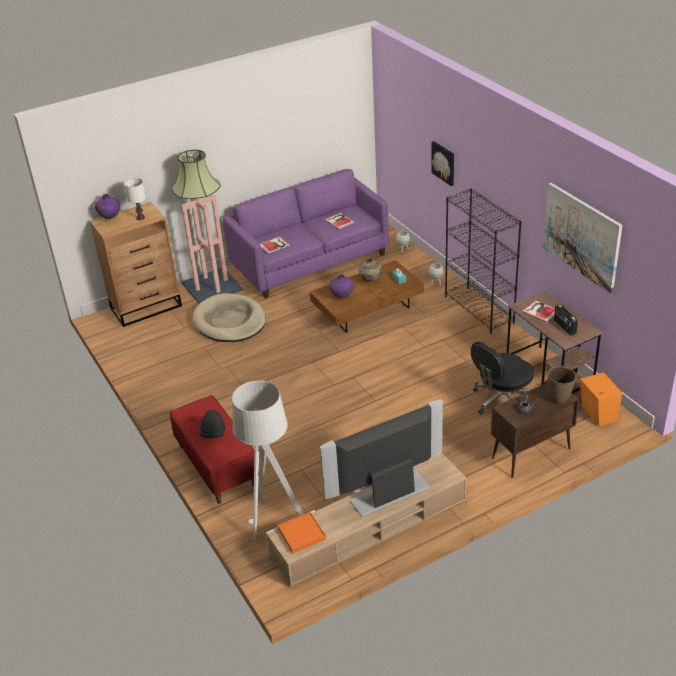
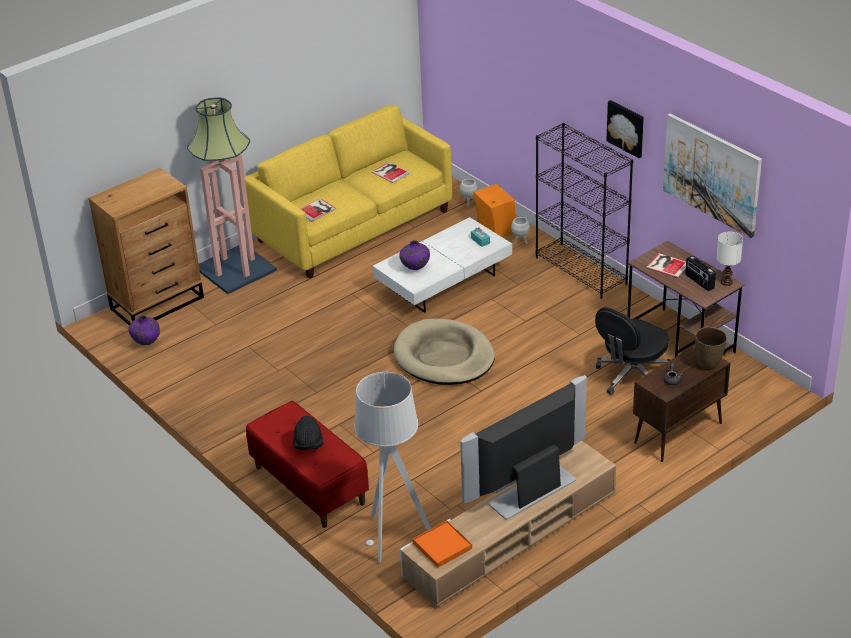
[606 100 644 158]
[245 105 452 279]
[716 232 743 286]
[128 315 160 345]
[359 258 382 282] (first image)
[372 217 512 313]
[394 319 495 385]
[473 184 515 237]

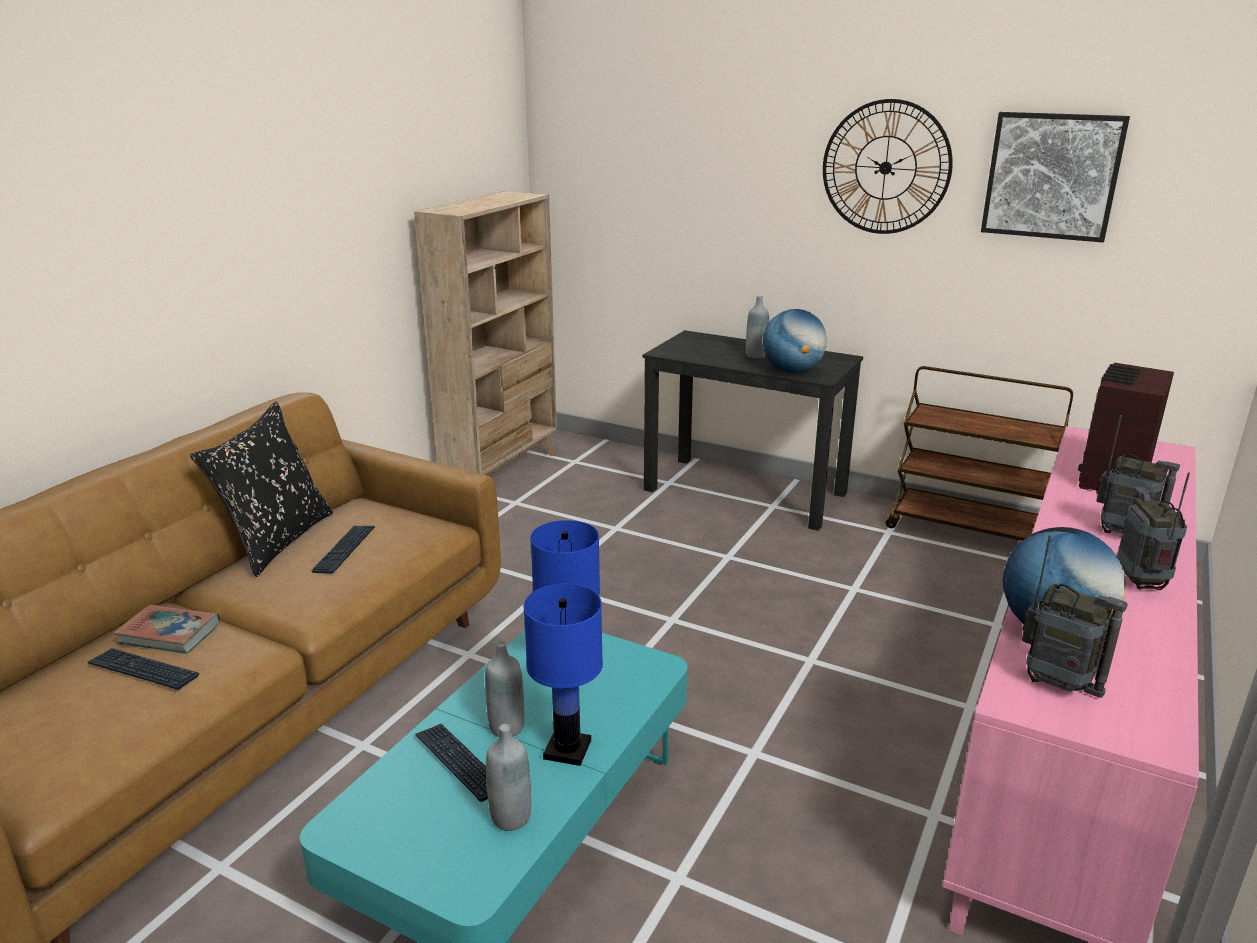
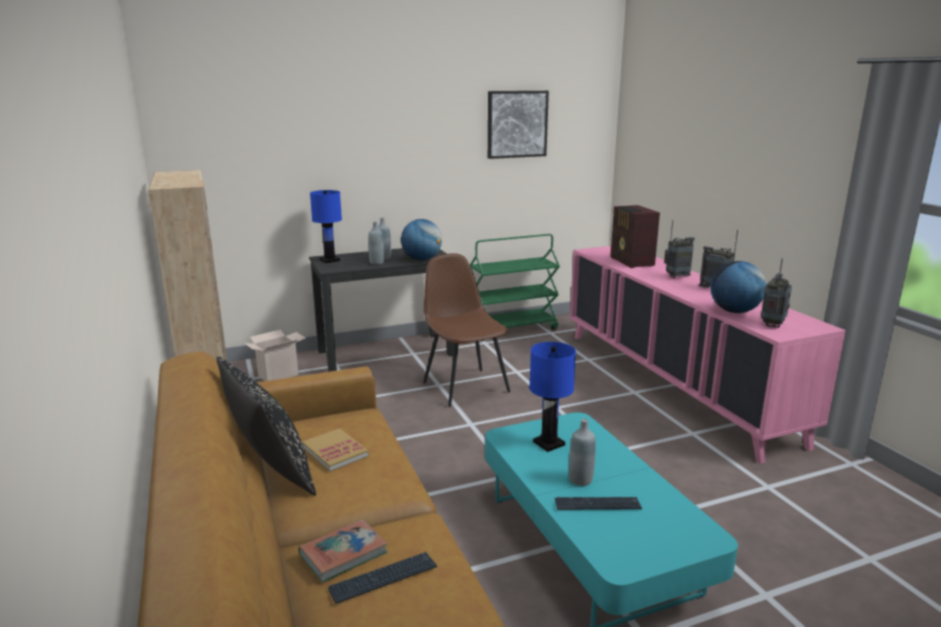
[823 99 953 234] (first image)
[470 234 560 341]
[302 428 369 472]
[761 258 792 328]
[310 190 342 263]
[368 222 384 265]
[423 253 511 407]
[243 330 306 381]

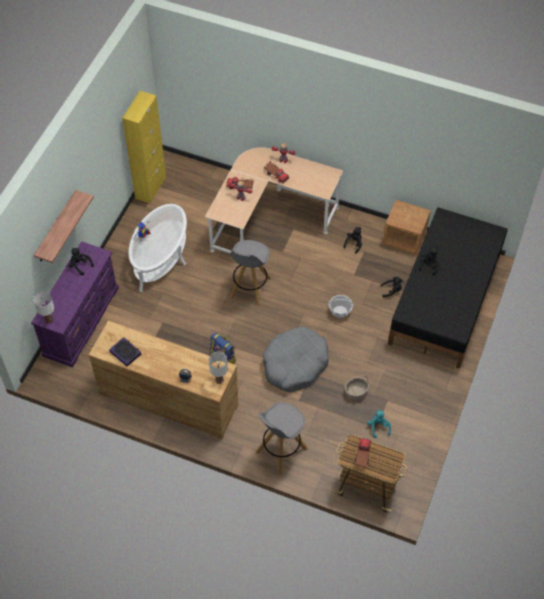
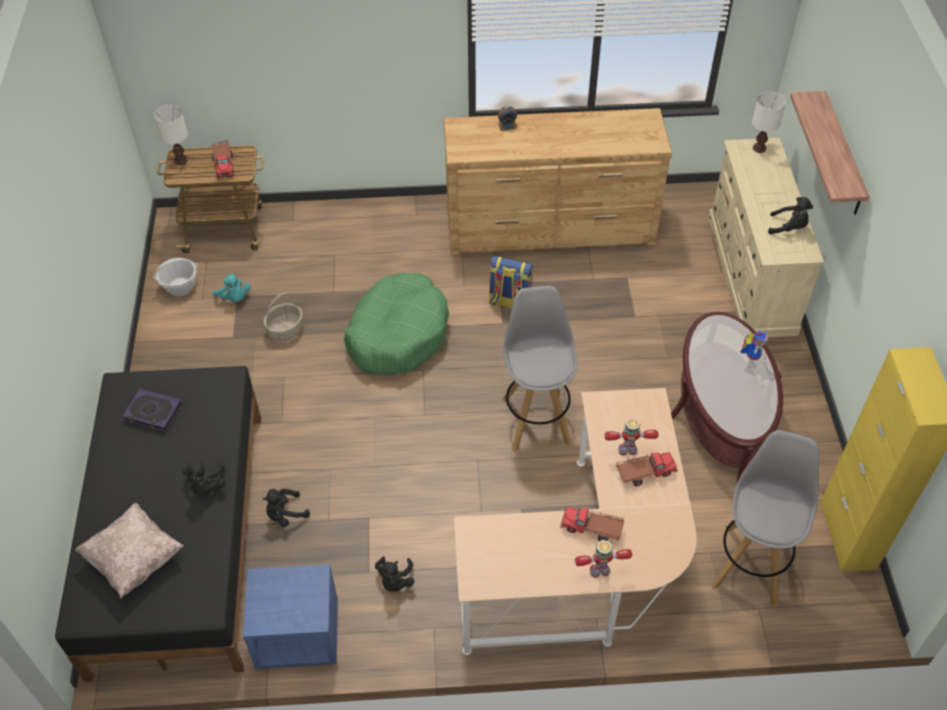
[243 564 338 669]
[671 312 783 482]
[708 138 824 337]
[153 258 198 297]
[344 272 449 374]
[122 389 182 432]
[154 105 188 165]
[711 430 819 608]
[75 503 184 599]

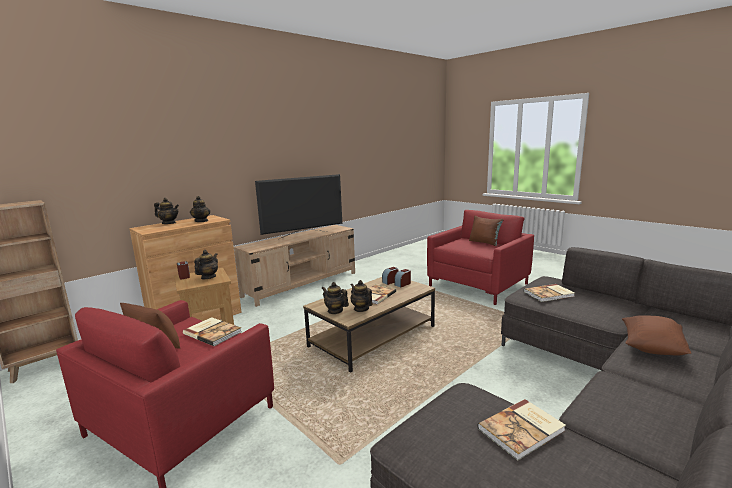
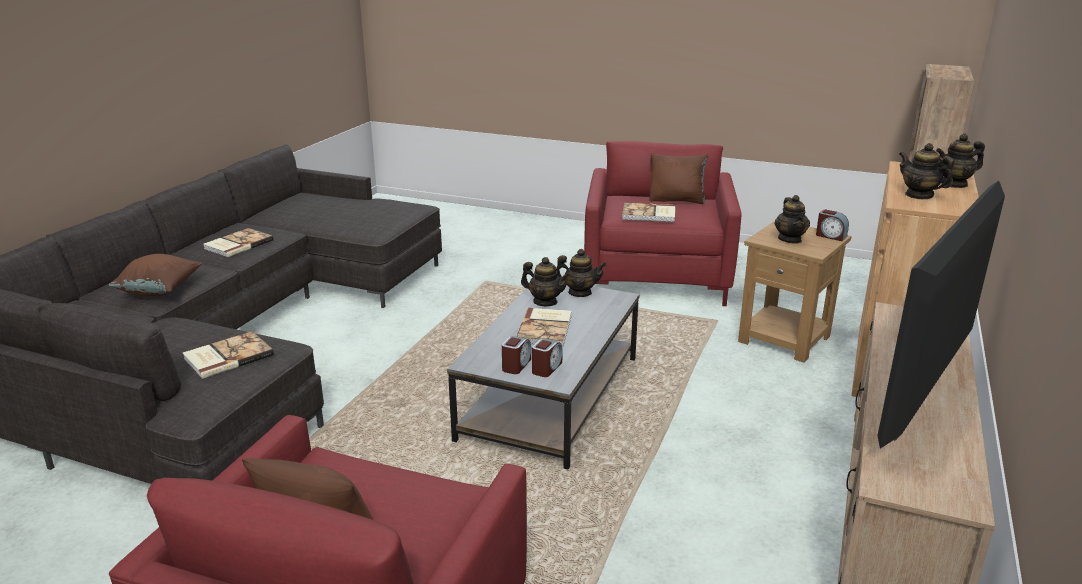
[447 286 640 470]
[203 228 273 258]

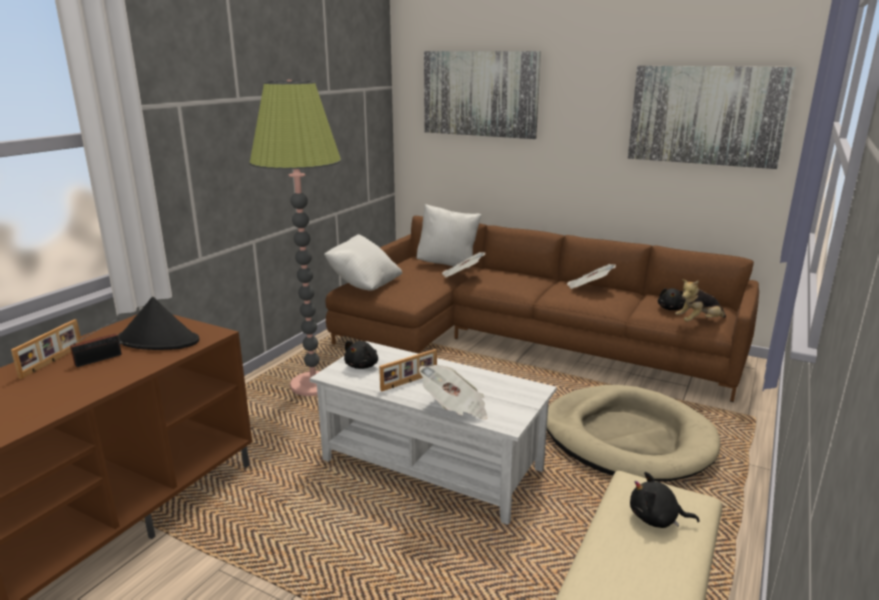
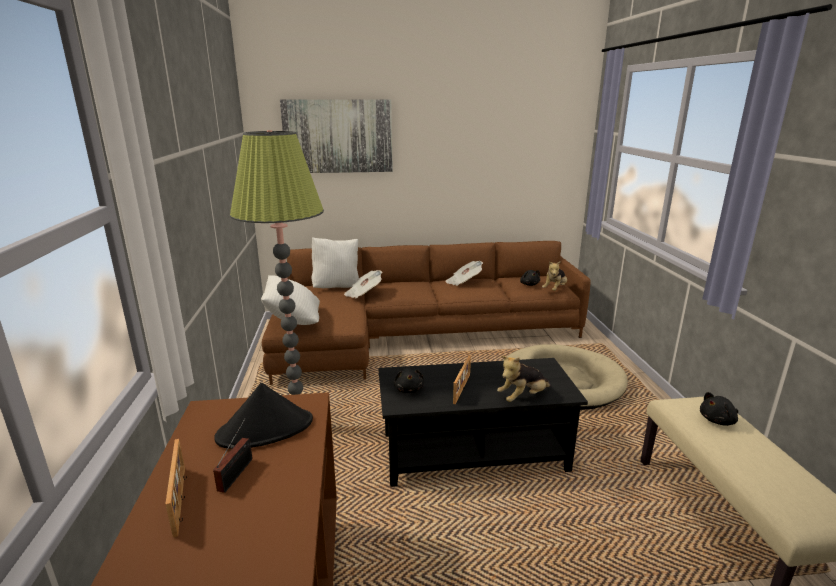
[628 66 796 169] (first image)
[378 358 588 487]
[497 356 551 402]

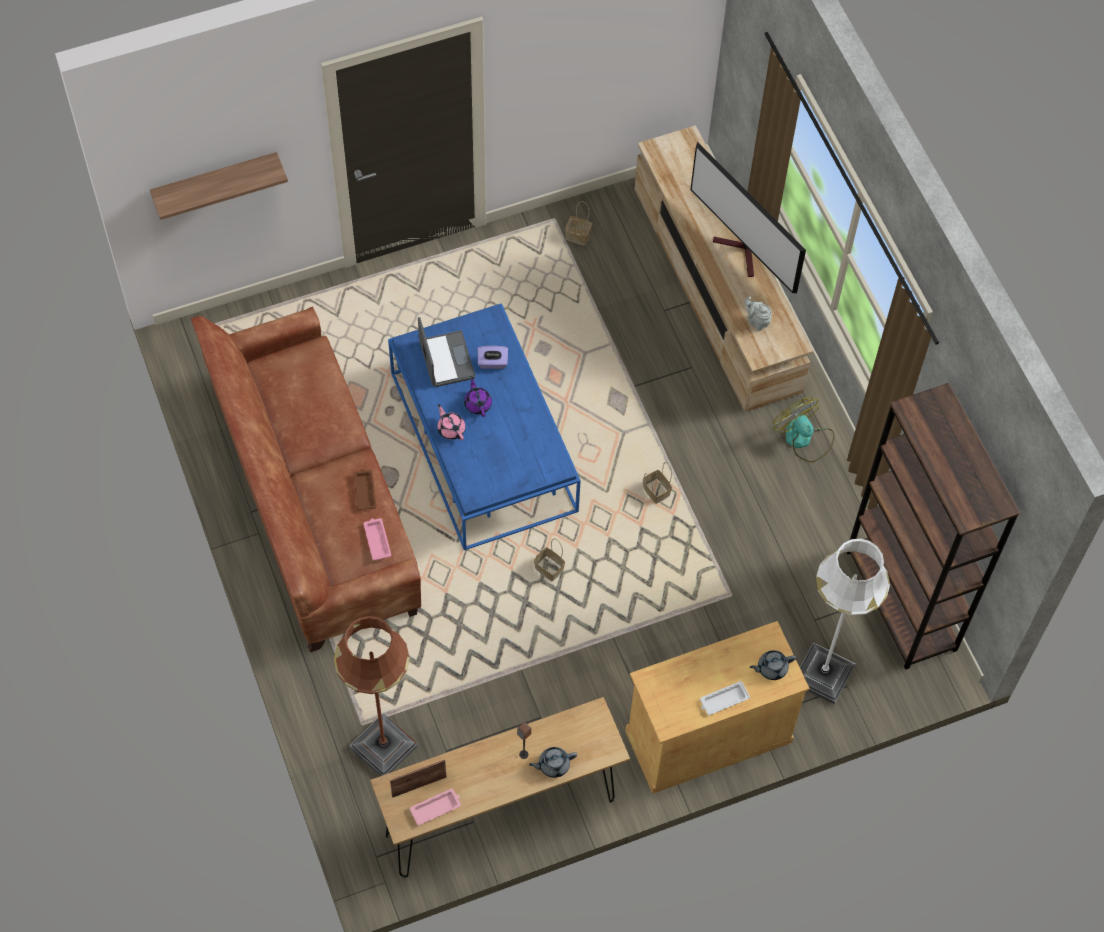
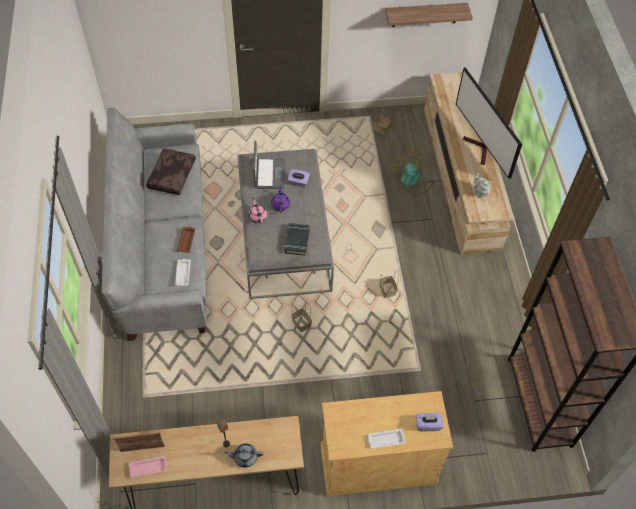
[385 3 473 27]
[237 149 334 299]
[102 108 207 341]
[393 151 433 196]
[175 259 191 286]
[800 539 890 705] (first image)
[334 616 418 776] (first image)
[416 413 444 431]
[146 148 196 195]
[284 223 310 256]

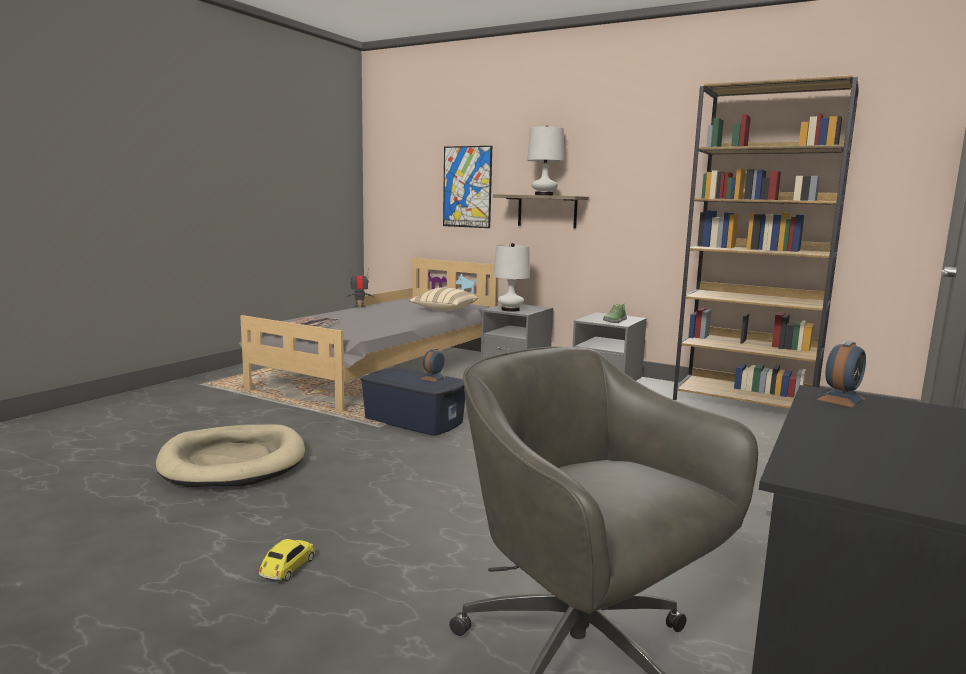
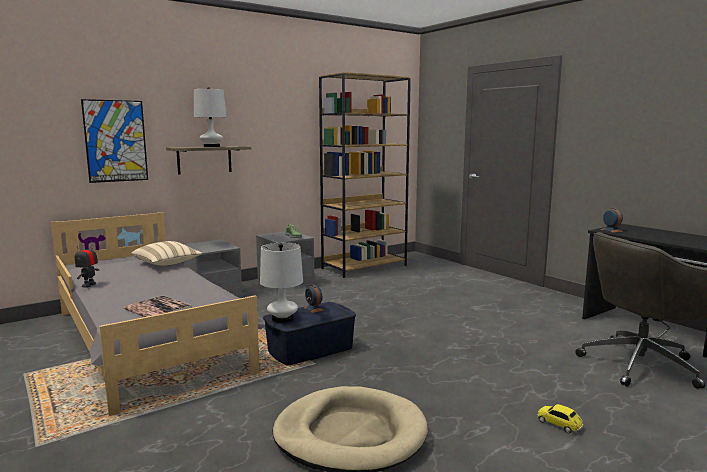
[260 243 303 323]

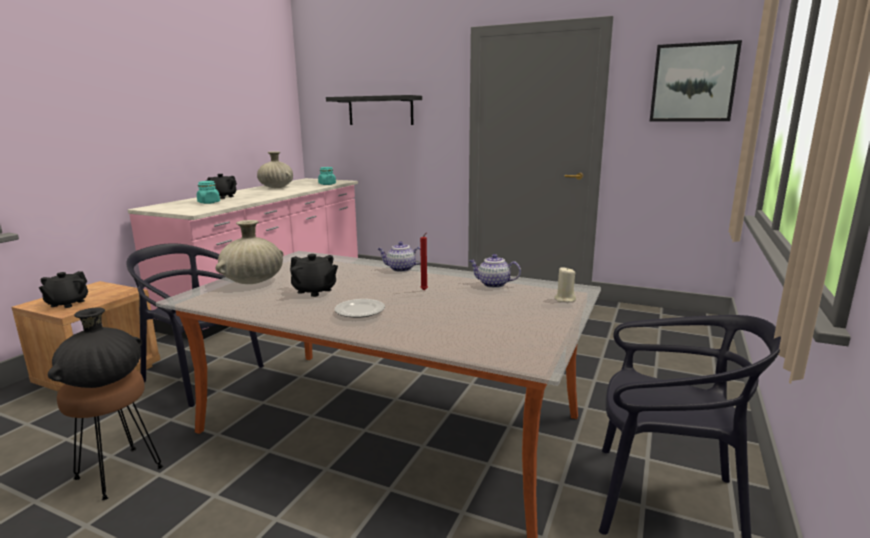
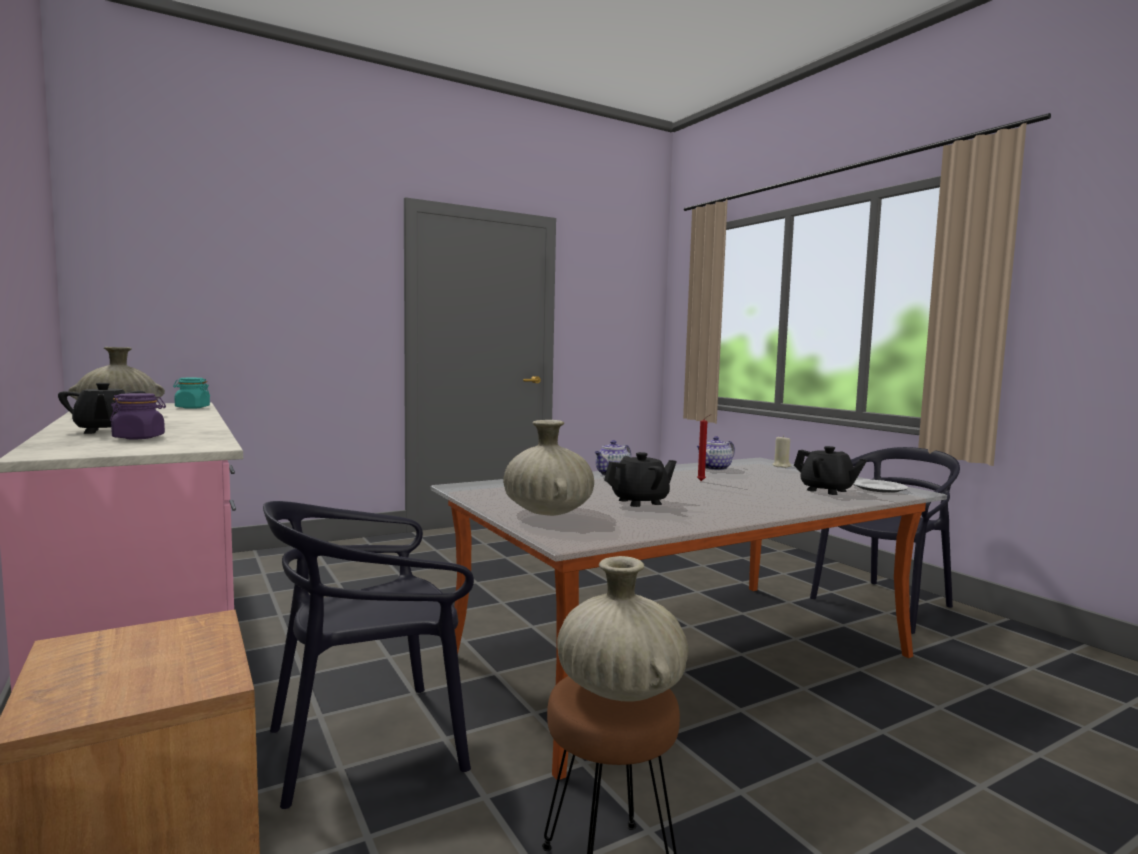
[650 40 742 122] (first image)
[326 95 422 125] (first image)
[110 393 166 439]
[794 446 867 495]
[853 480 908 493]
[557 556 689 702]

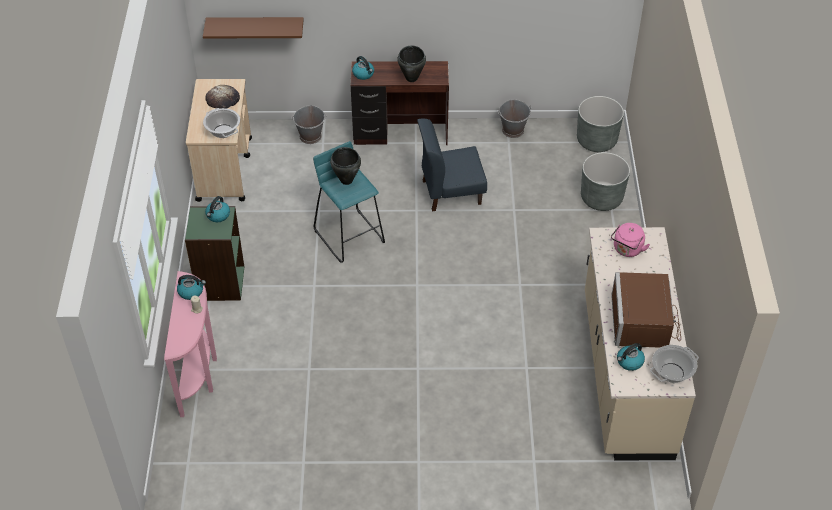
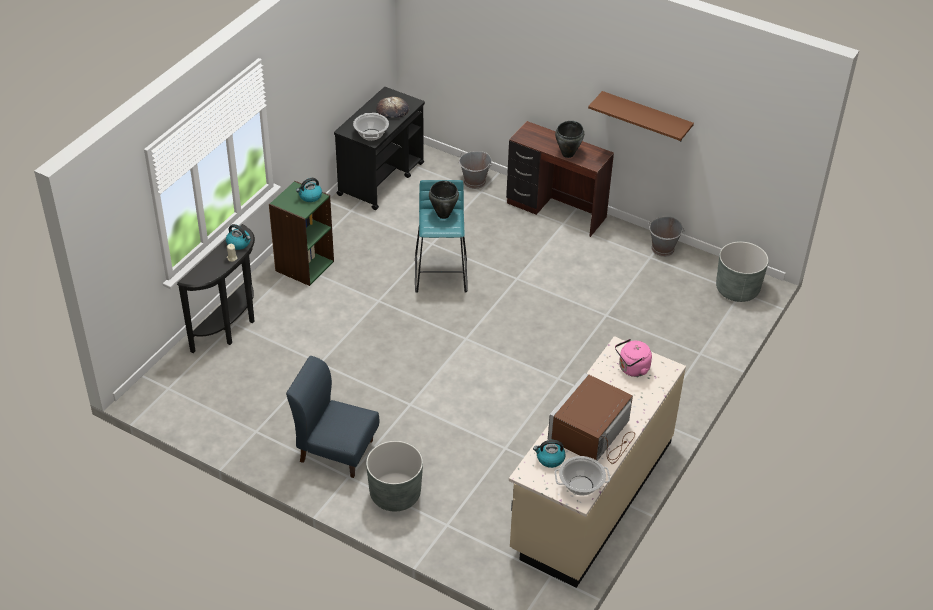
[588 91 694 141]
[352 56 374 80] (first image)
[334 87 425 210]
[286 356 379 478]
[366 441 423 512]
[177 224 255 353]

